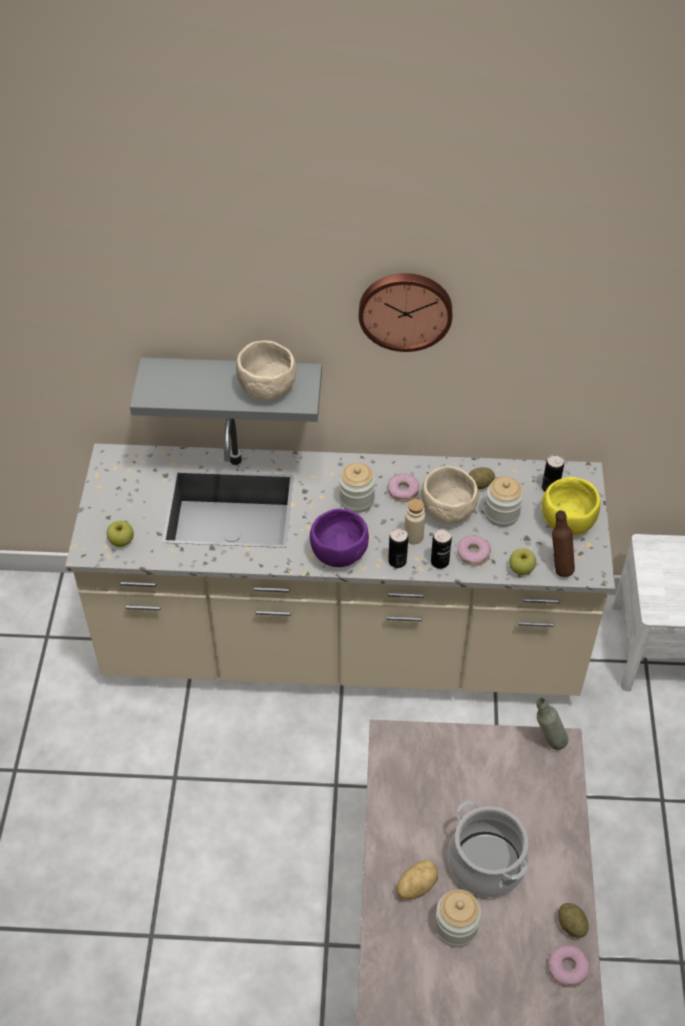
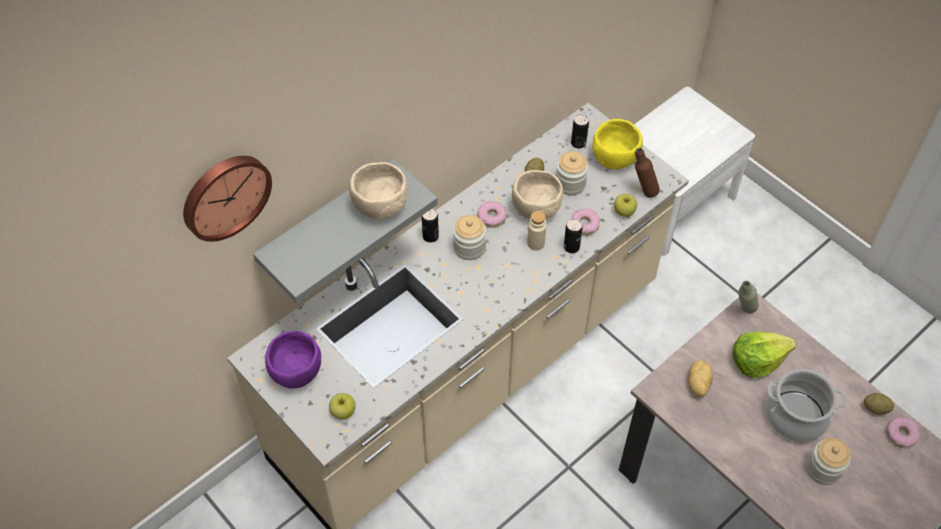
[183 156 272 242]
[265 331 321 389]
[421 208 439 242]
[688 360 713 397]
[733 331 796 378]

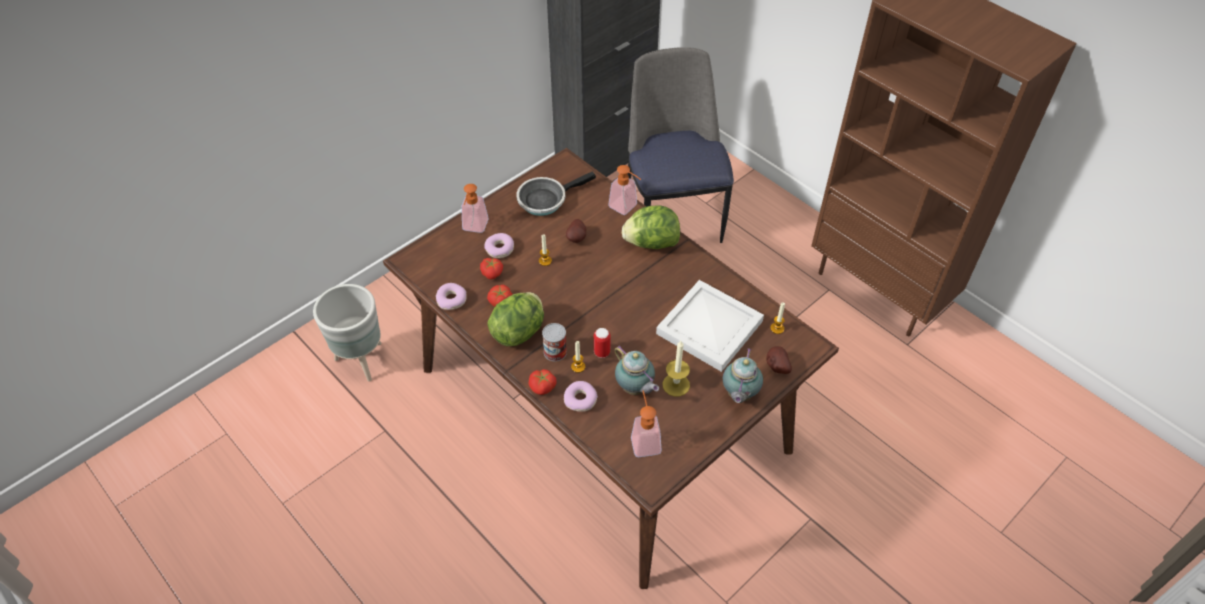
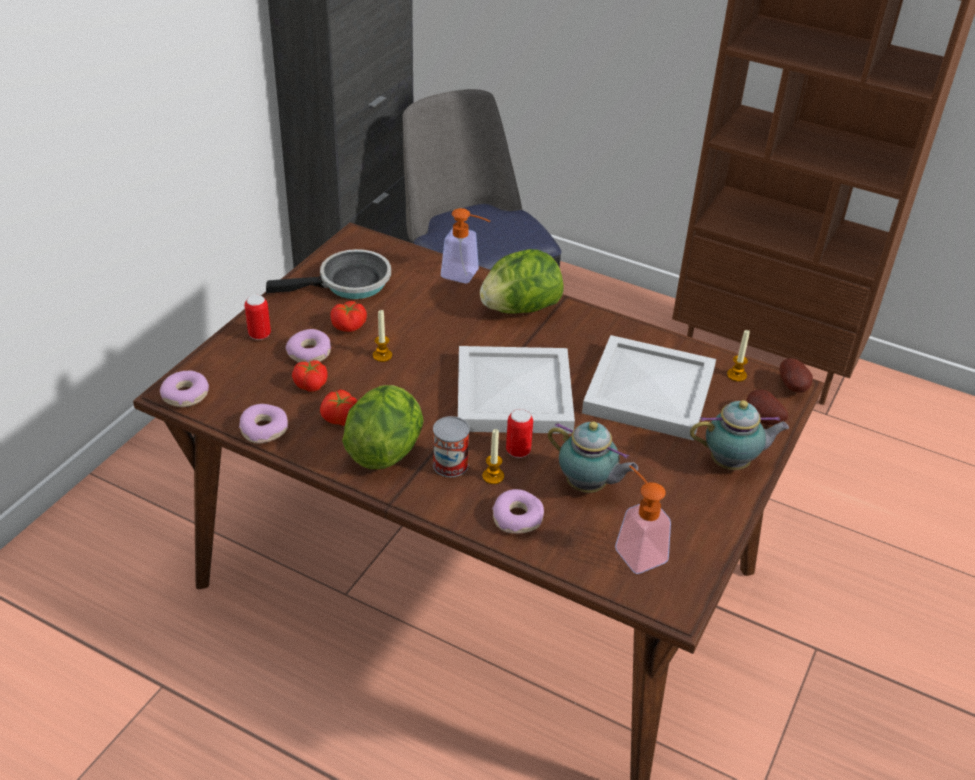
[266 249 391 299]
[245 295 271 340]
[779 358 813 393]
[313 284 381 382] (first image)
[662 341 690 397] (first image)
[690 400 789 470]
[330 301 367 332]
[458 346 575 434]
[160 371 209 407]

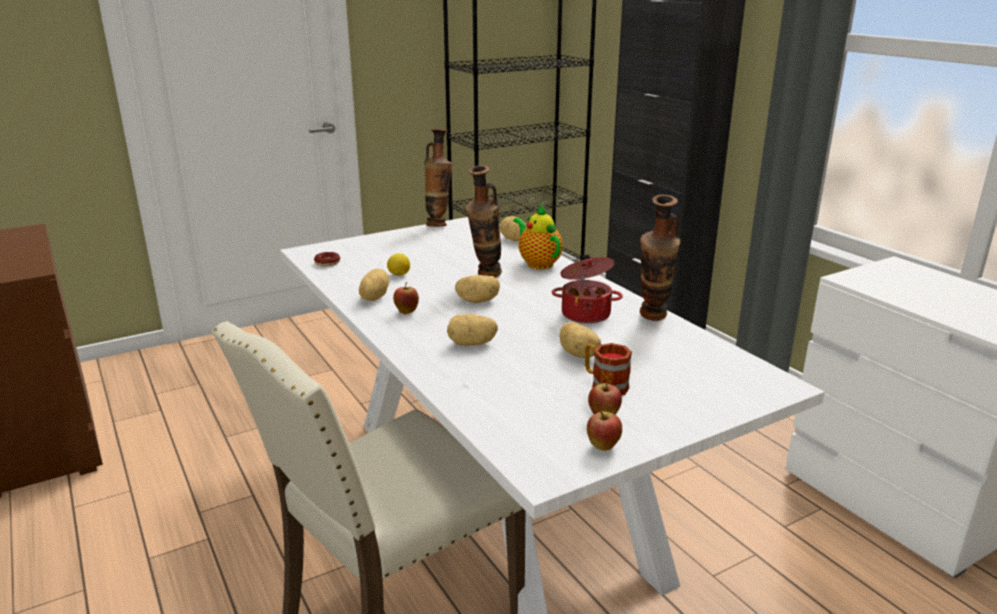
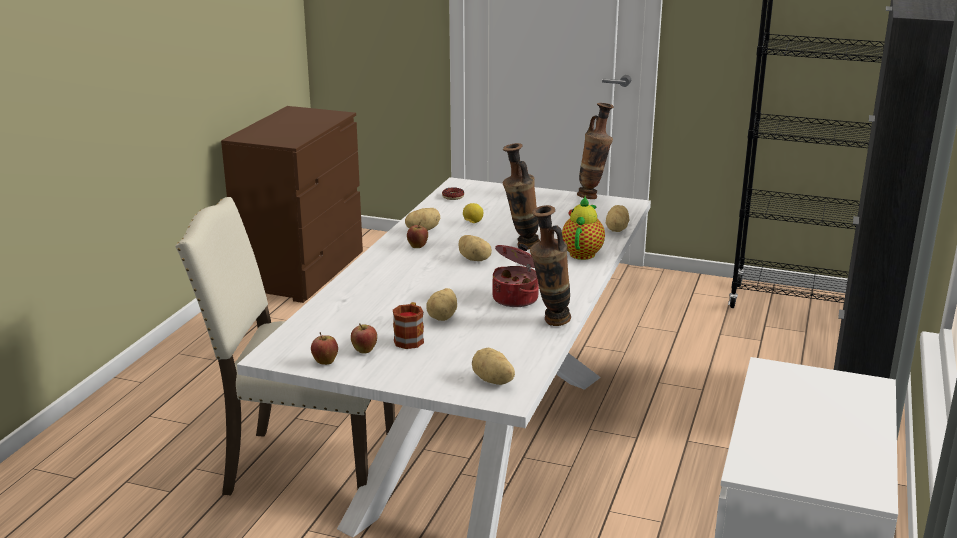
[472 348 515 385]

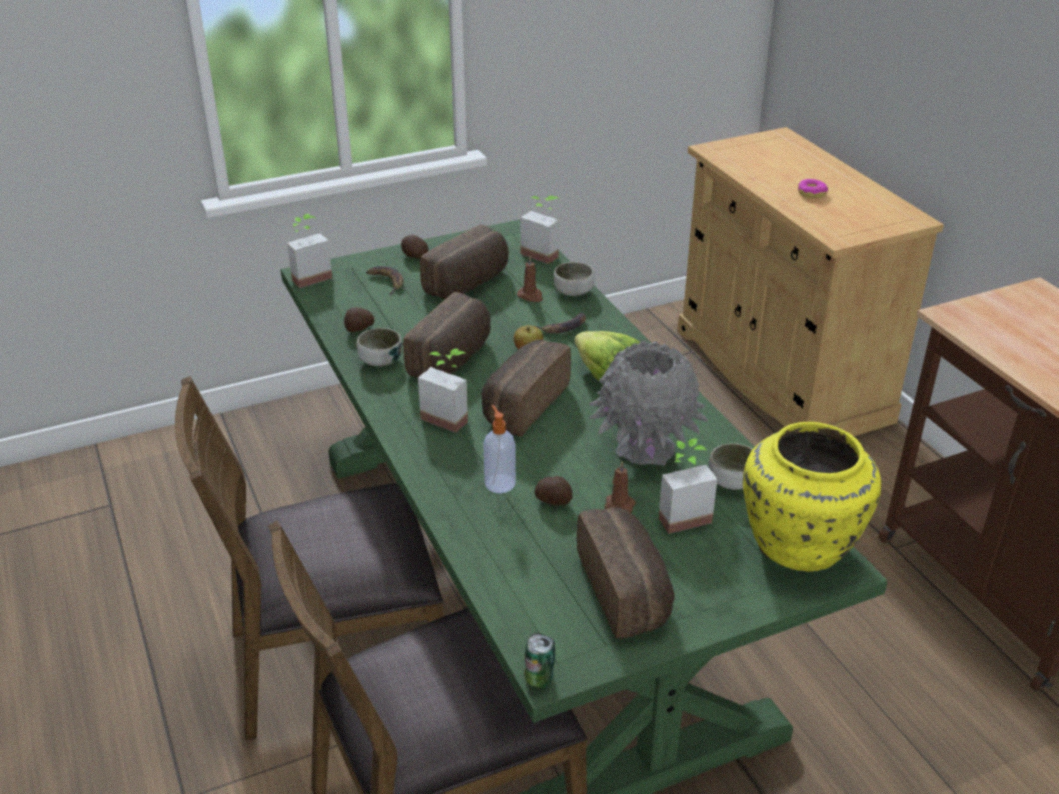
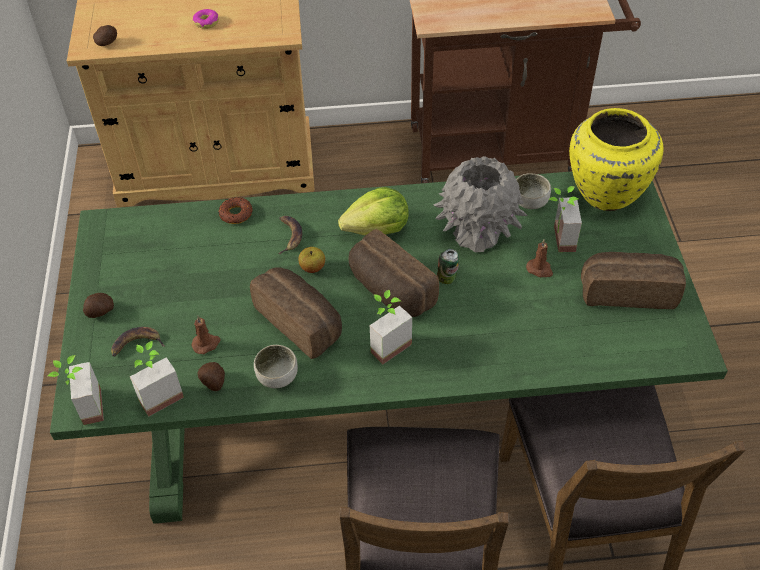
[130 341 184 417]
[420 225 509 299] (first image)
[192 316 221 354]
[219 197 253 224]
[484 405 516 493] (first image)
[93 25 117 46]
[437 249 459 284]

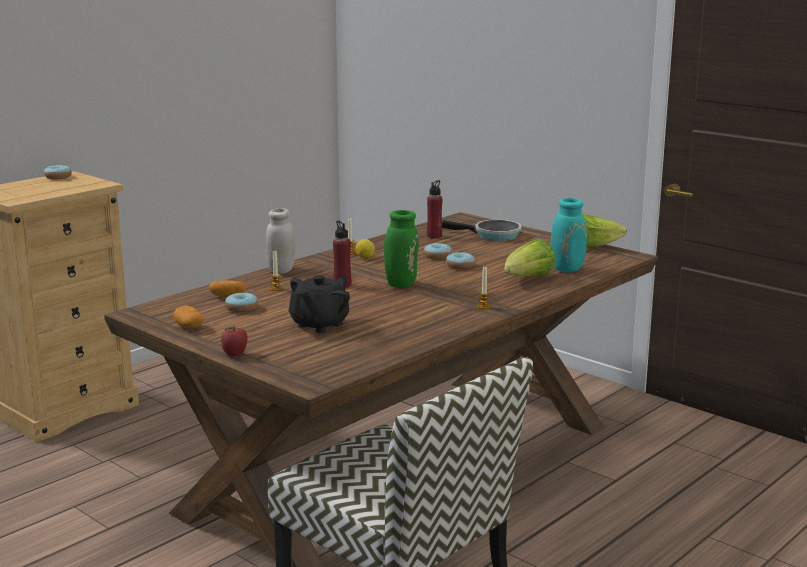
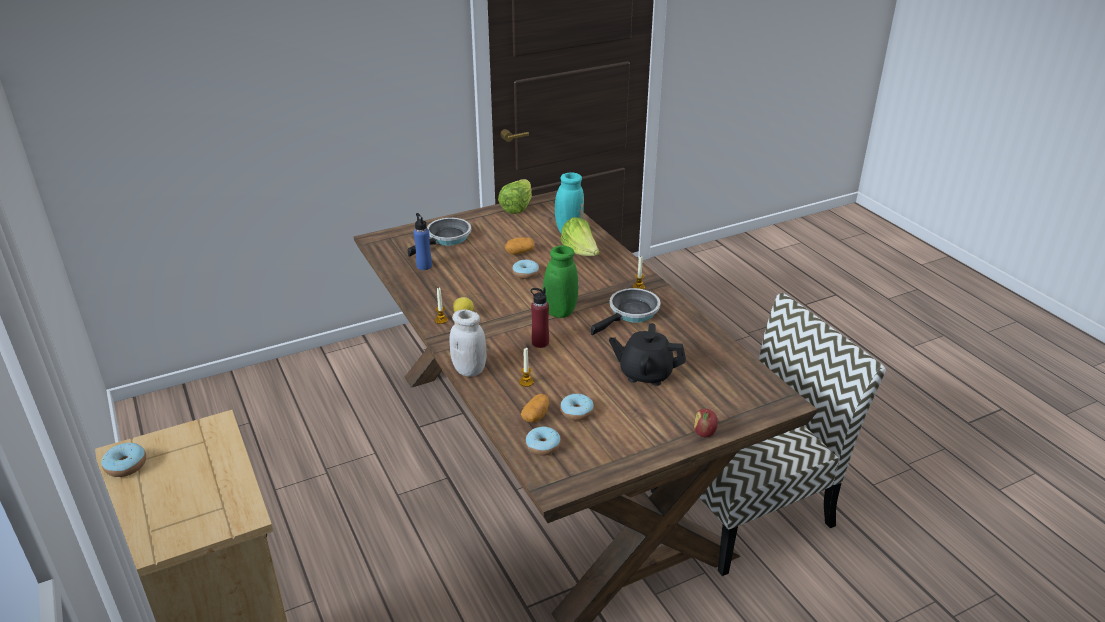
[413 213 432 270]
[526 426 561 456]
[609 323 686 386]
[505 237 535 255]
[591 288 661 335]

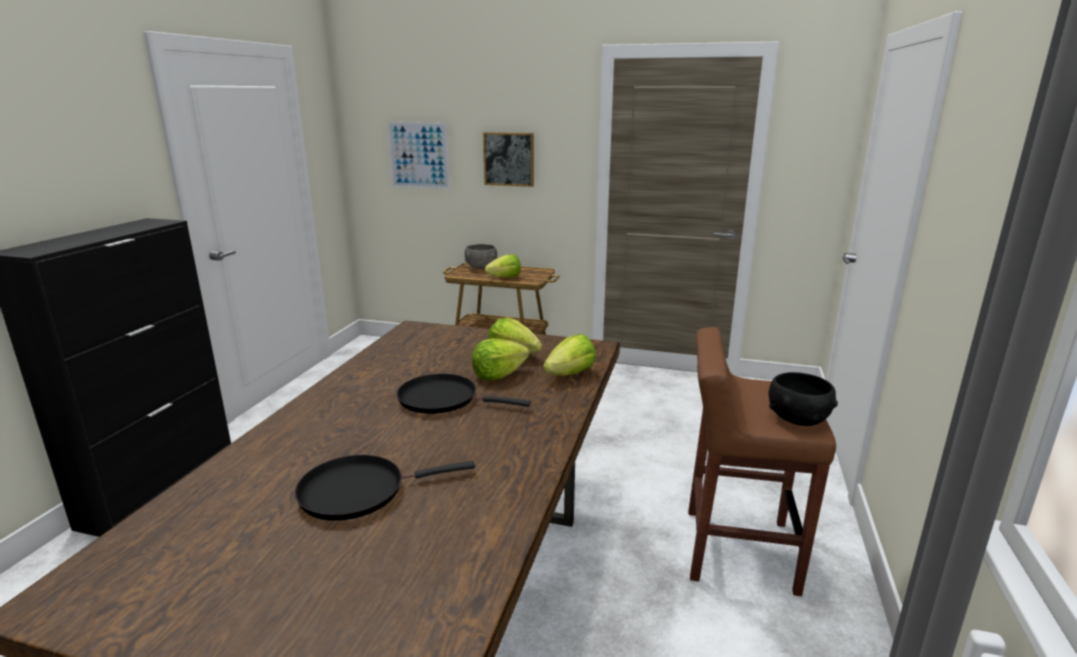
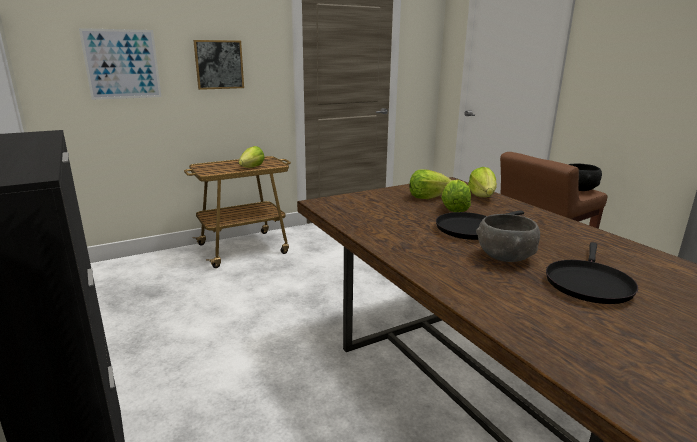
[476 214 540 262]

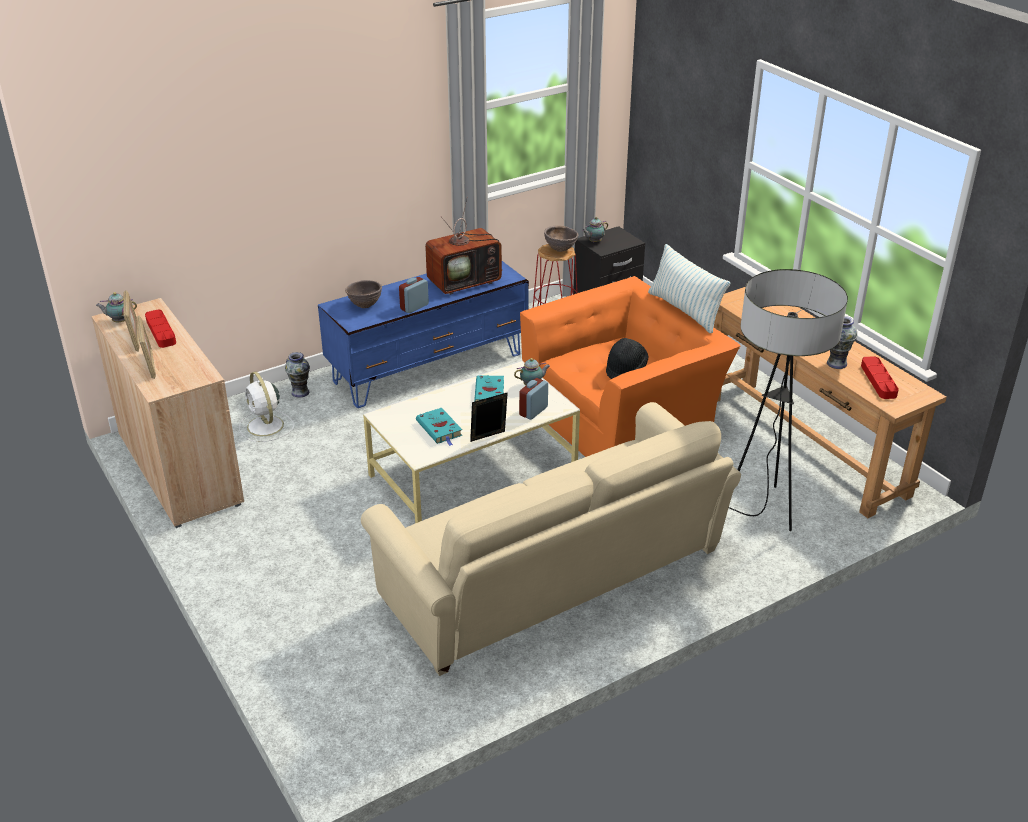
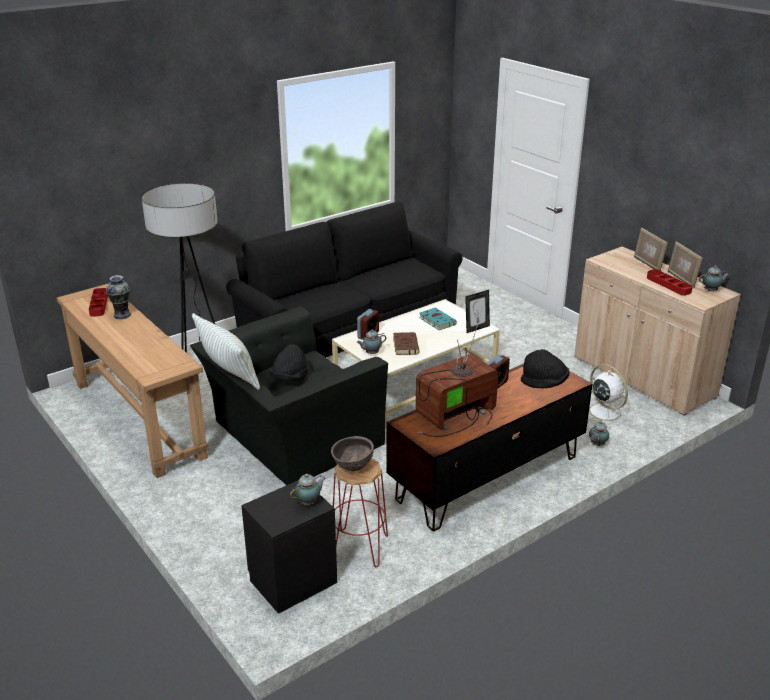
[387 364 592 531]
[190 306 388 485]
[521 349 570 388]
[589 421 609 446]
[393 332 419 355]
[465 290 490 333]
[226 202 463 357]

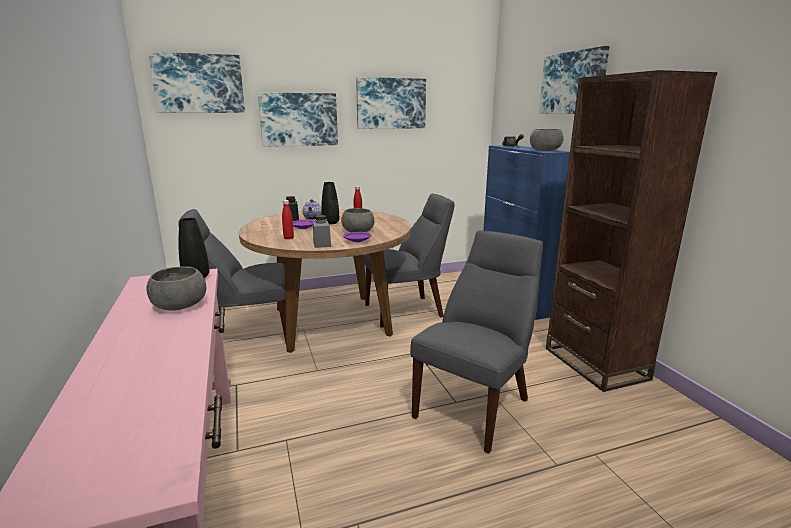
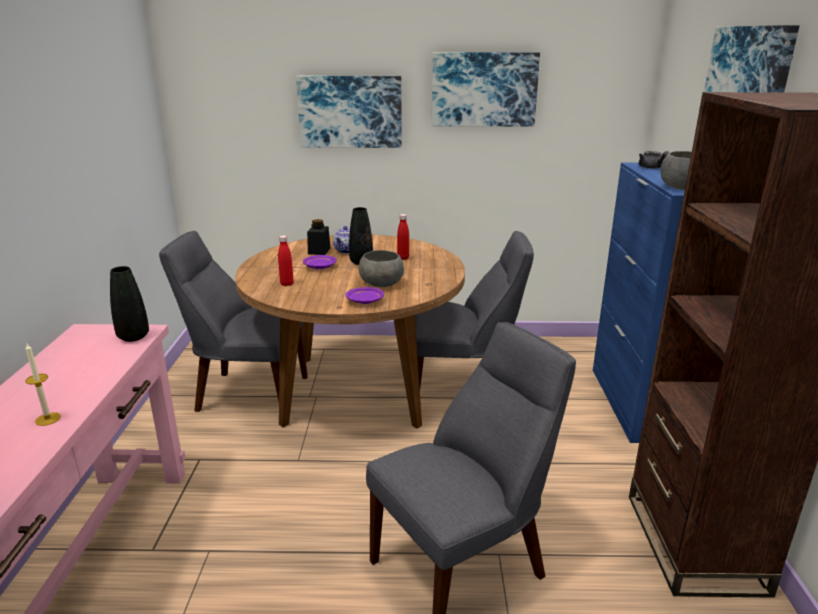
[148 52 245 113] (first image)
[313 215 331 248] (first image)
[146 266 206 311] (first image)
[25 344 61 426]

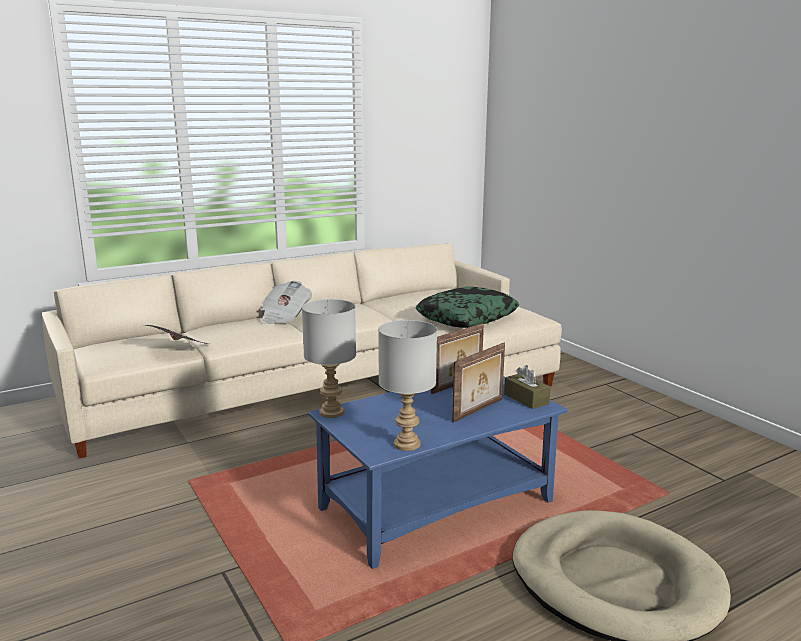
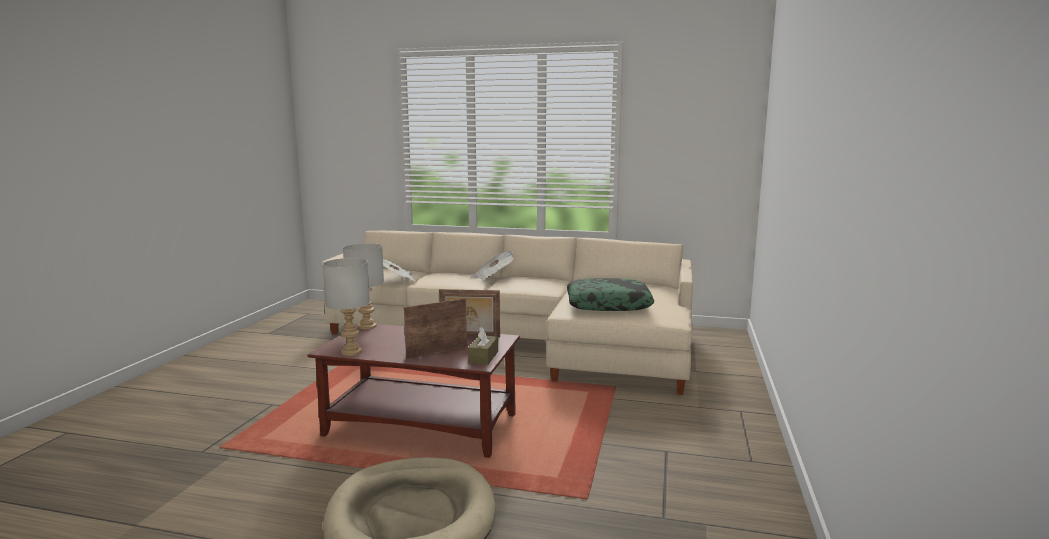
[404 298 467 359]
[308 323 520 458]

